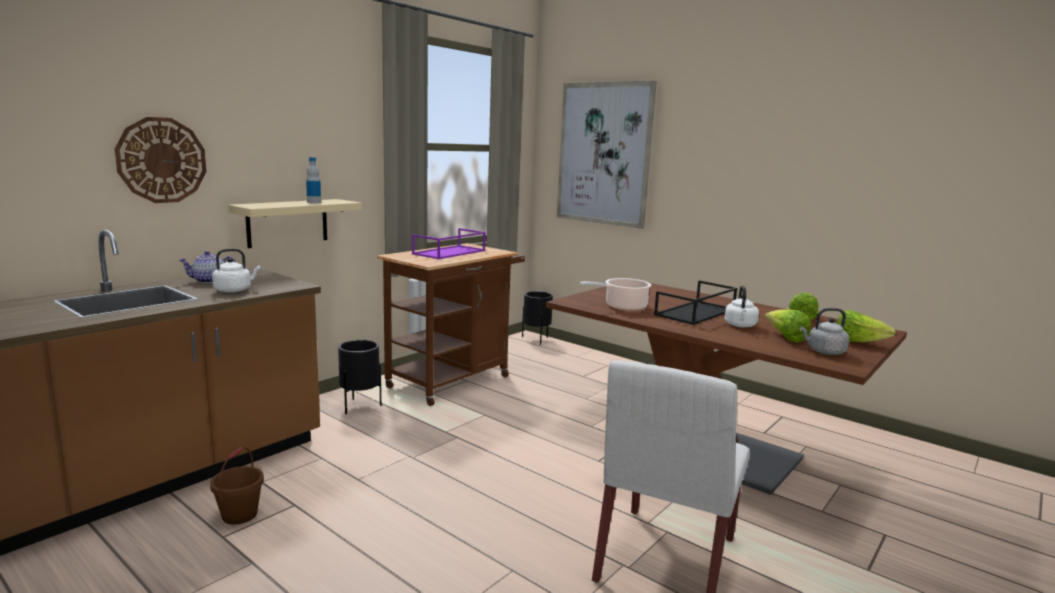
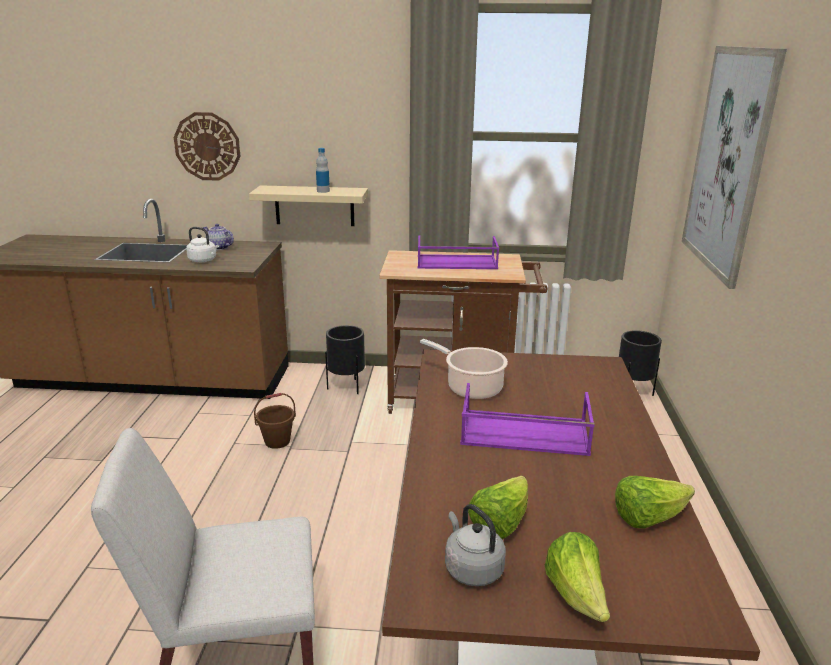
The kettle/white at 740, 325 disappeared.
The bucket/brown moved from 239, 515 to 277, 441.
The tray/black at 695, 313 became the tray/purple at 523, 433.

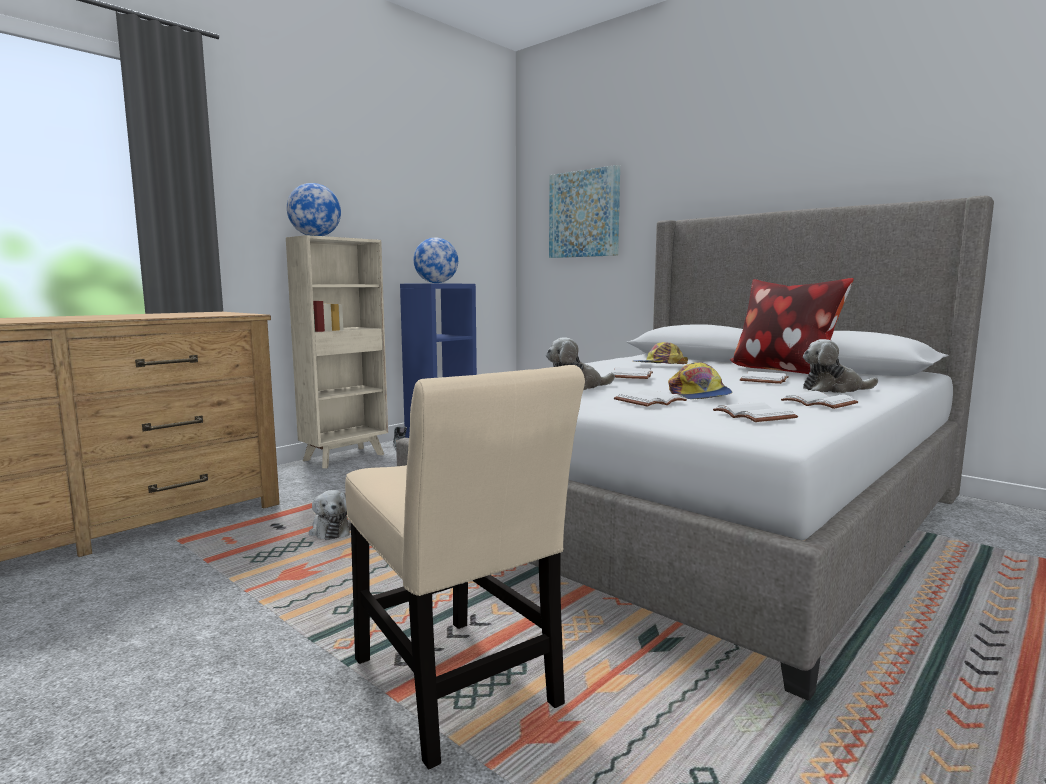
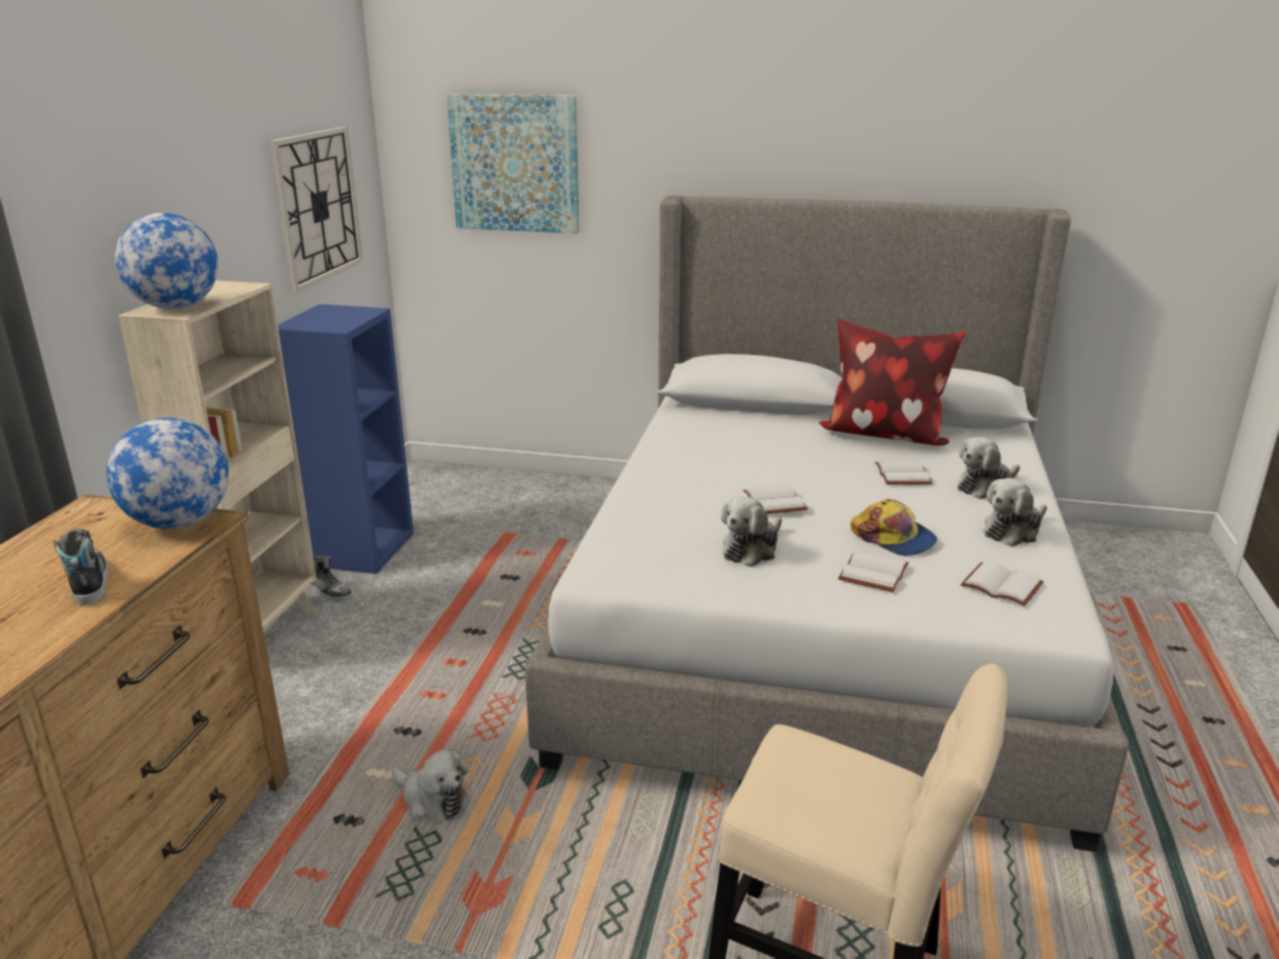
The cap at 658, 365 disappeared.
The shoe at 88, 582 appeared.
The wall clock at 317, 206 appeared.
The globe moved from 436, 283 to 179, 523.
The book/white at 820, 403 was replaced by the plush toy at 1013, 531.

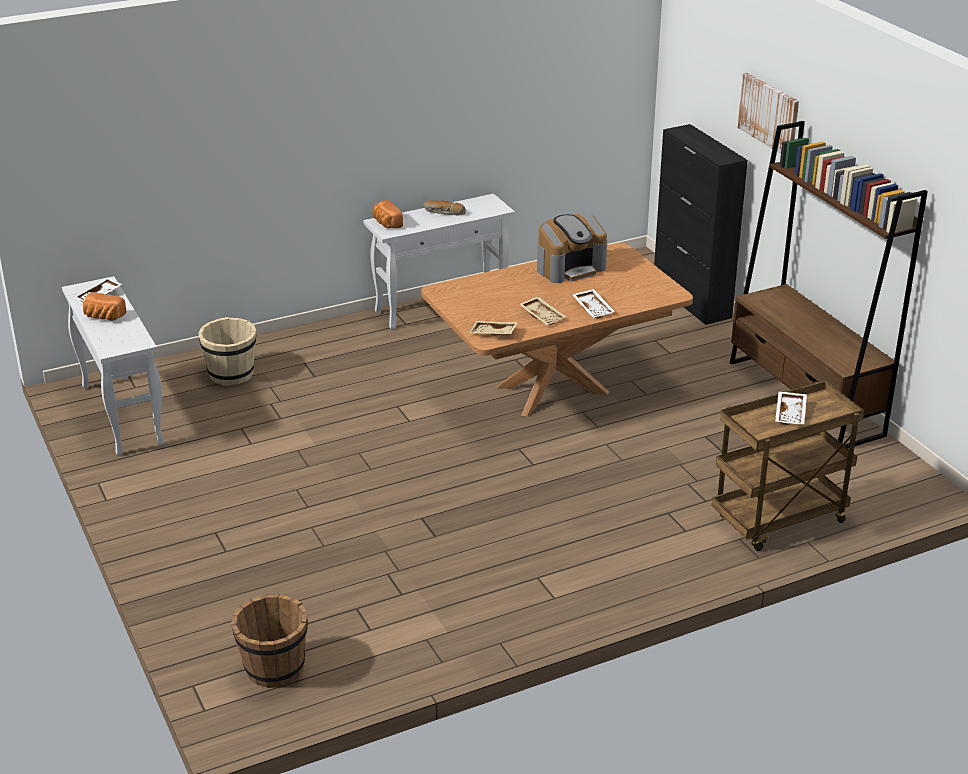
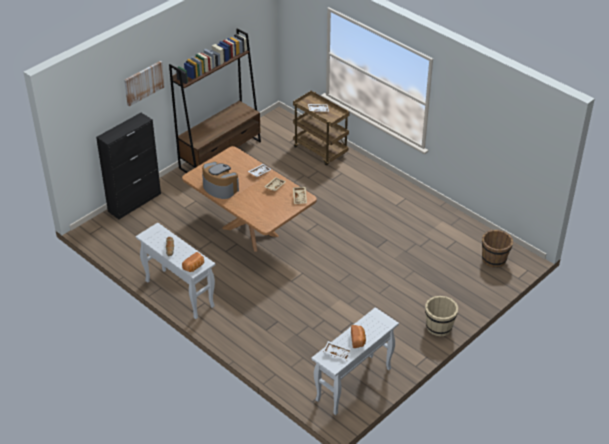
The bucket/beige moved from 231, 374 to 439, 327.

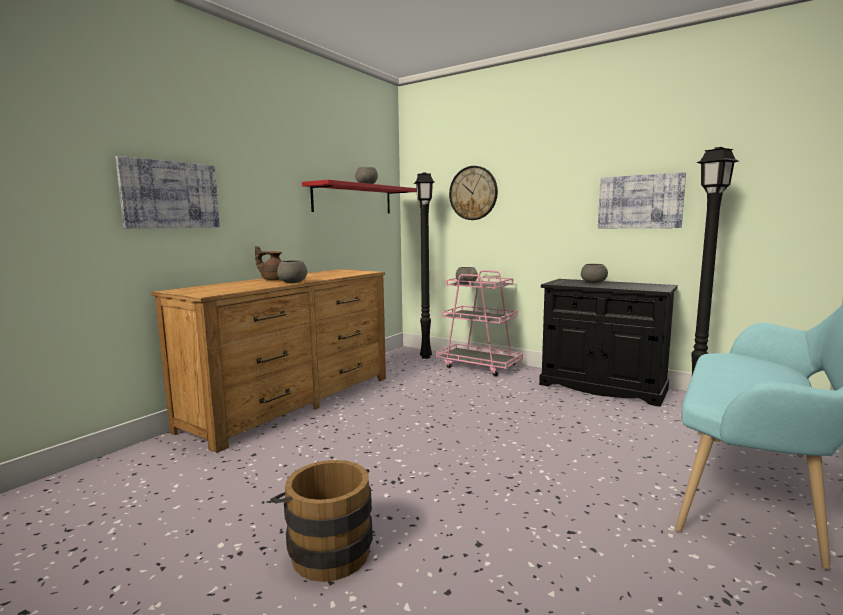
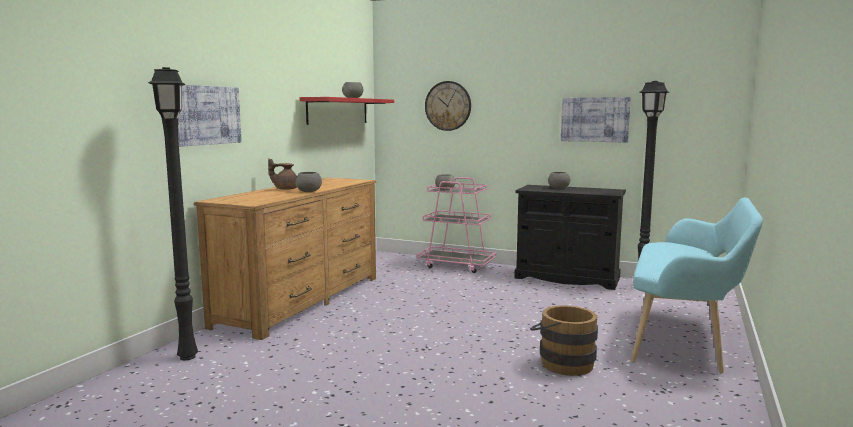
The bucket/brown moved from 327, 549 to 562, 363.
The floor lamp/black moved from 426, 357 to 189, 356.

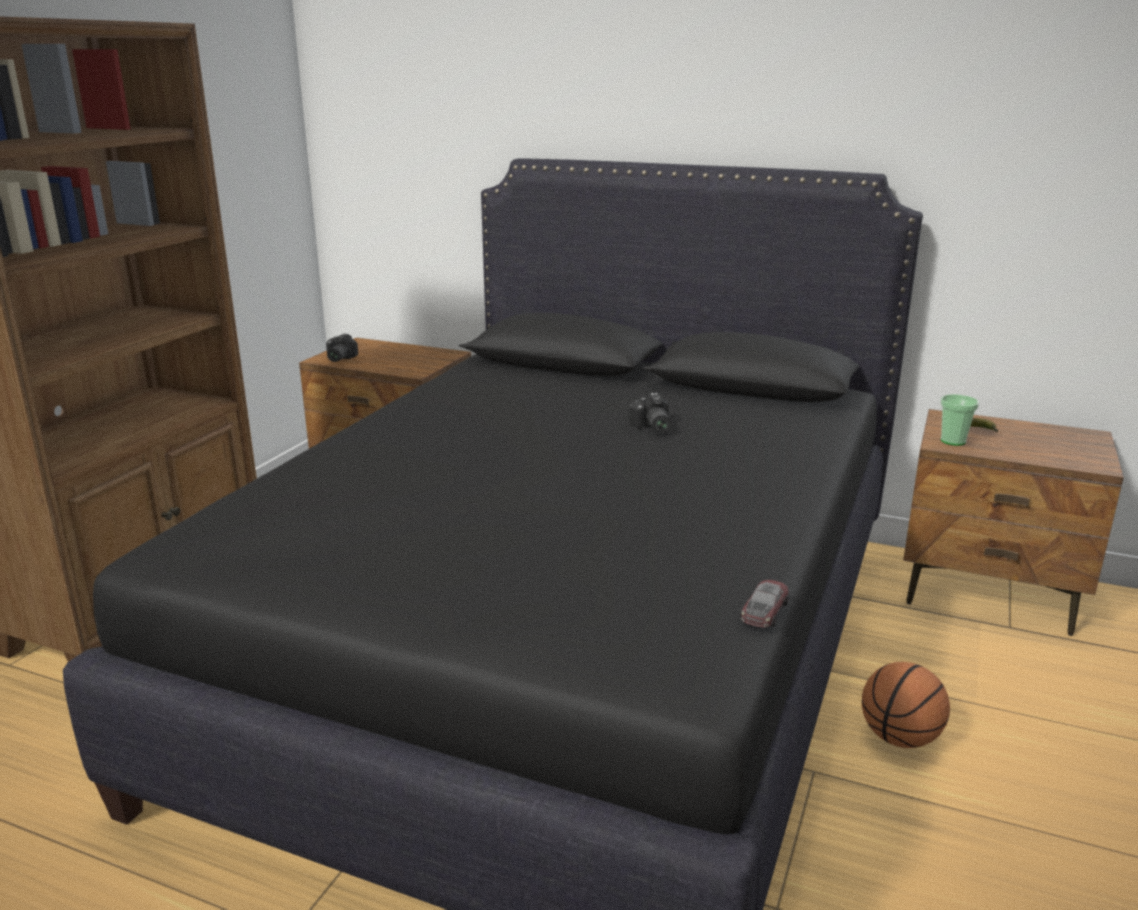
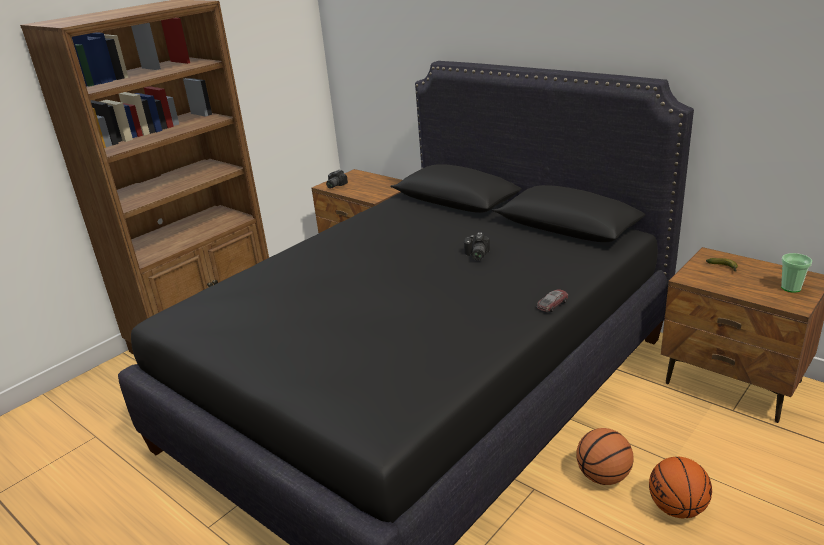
The basketball at 677, 508 appeared.
The toy car moved from 764, 610 to 552, 304.
The cup moved from 953, 441 to 791, 288.

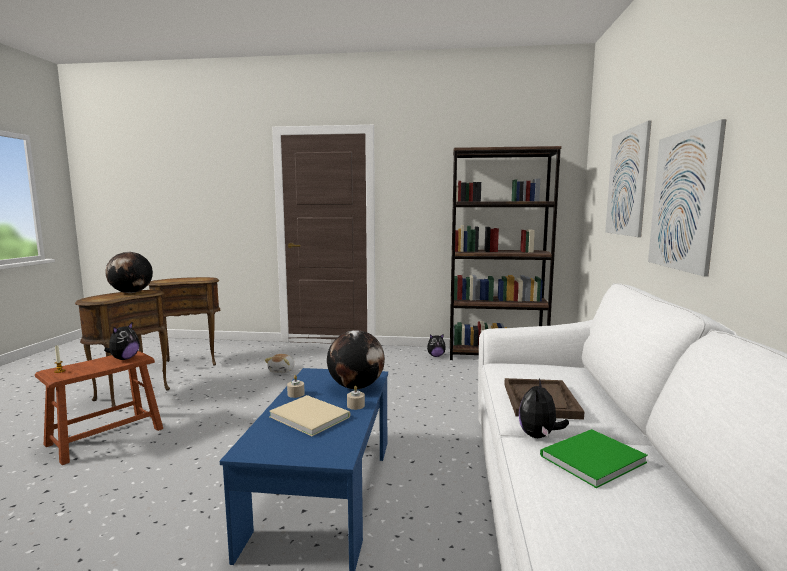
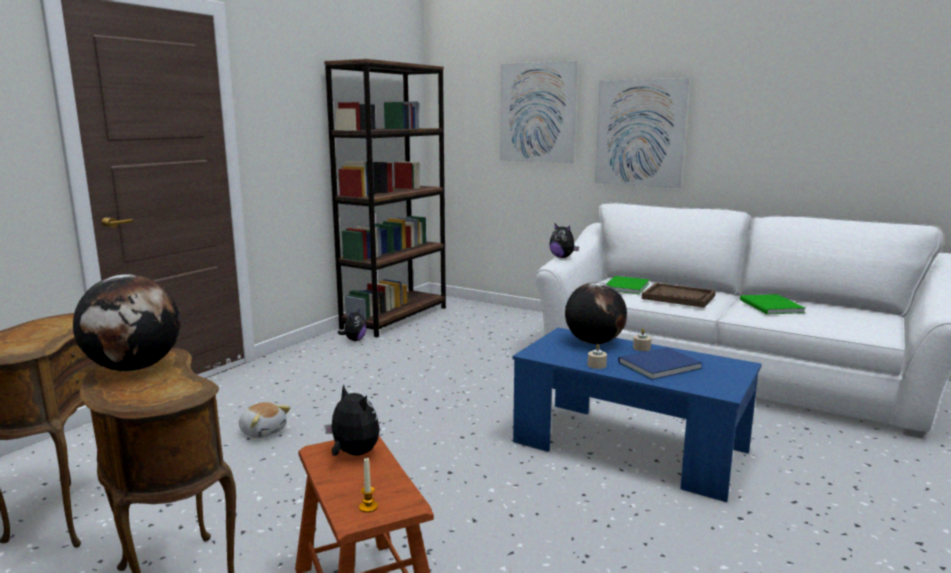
The book/green at 624, 287 appeared.
The plush toy moved from 539, 436 to 562, 257.
The book/beige at 309, 415 became the book/blue at 656, 365.

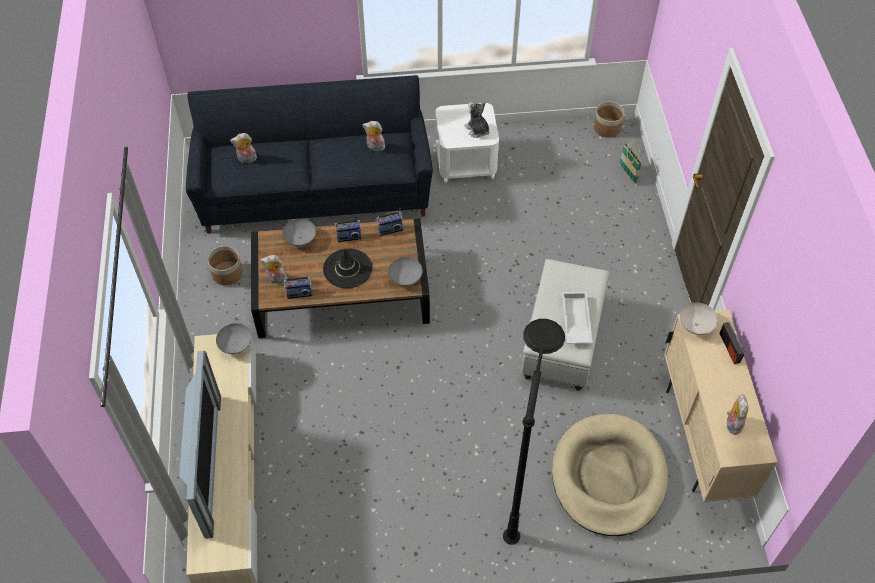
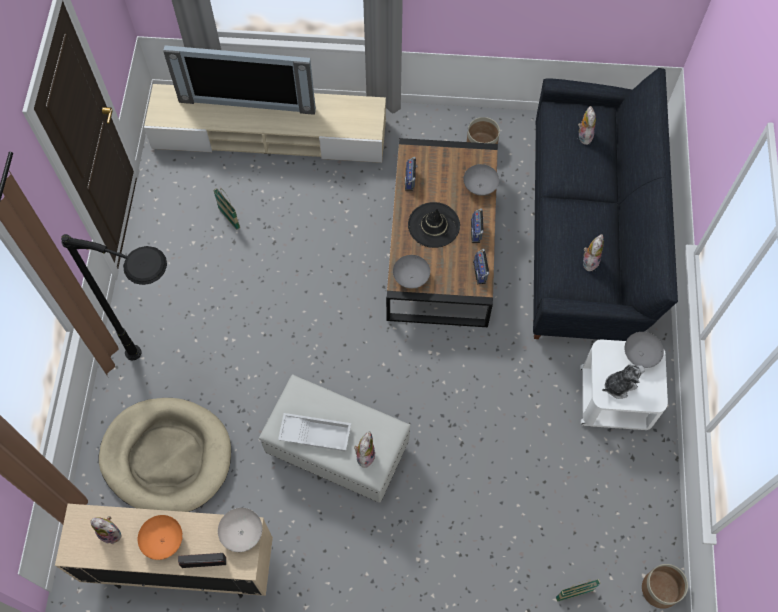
The bowl/orange at 164, 540 appeared.
The basket at 229, 219 appeared.
The bowl/grey moved from 235, 345 to 640, 354.
The plush toy moved from 276, 279 to 364, 455.

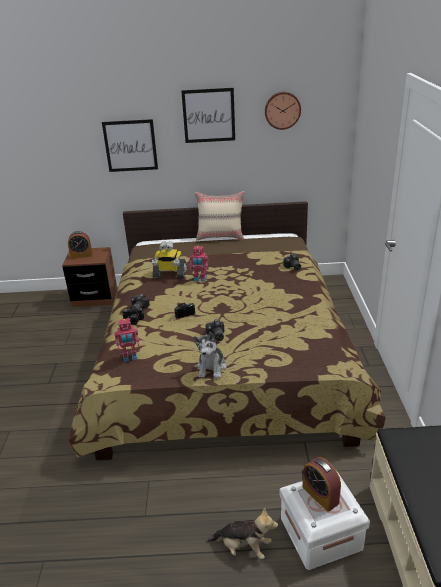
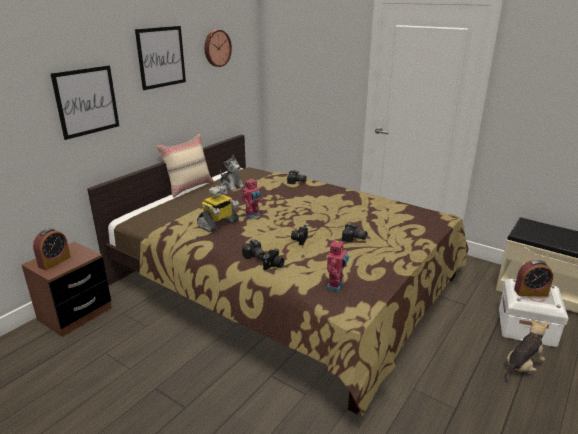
The plush toy moved from 211, 367 to 231, 186.

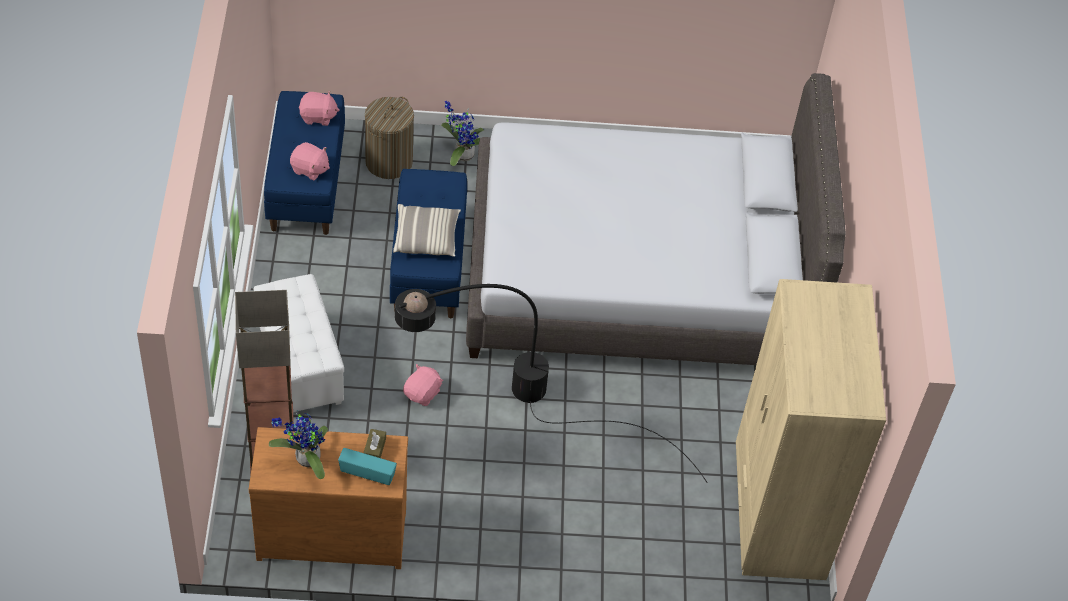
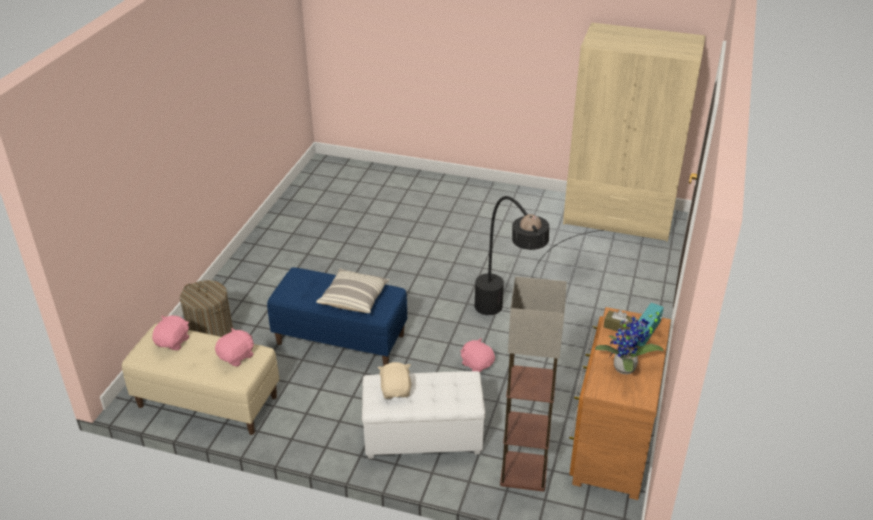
The potted plant at 461, 154 disappeared.
The bed/grey at 637, 277 disappeared.
The plush toy/beige at 396, 390 appeared.
The bench/blue at 306, 183 became the bench/beige at 207, 402.

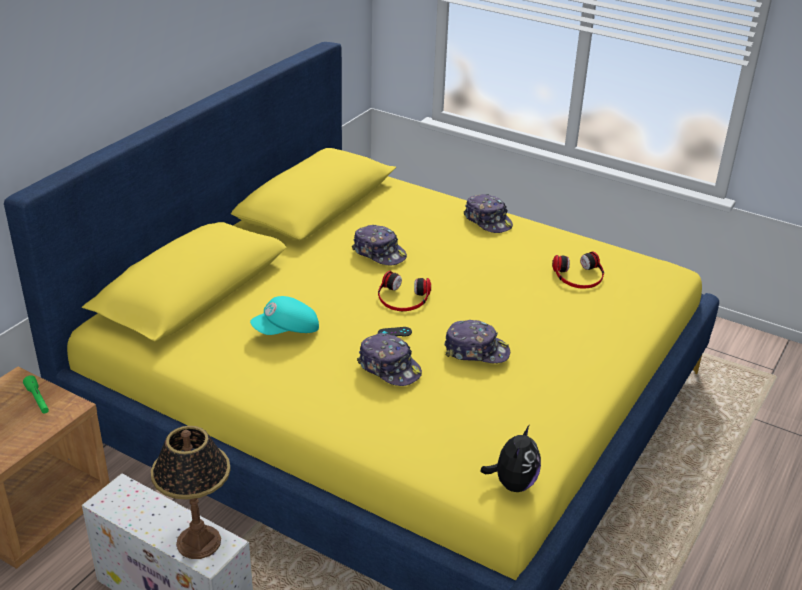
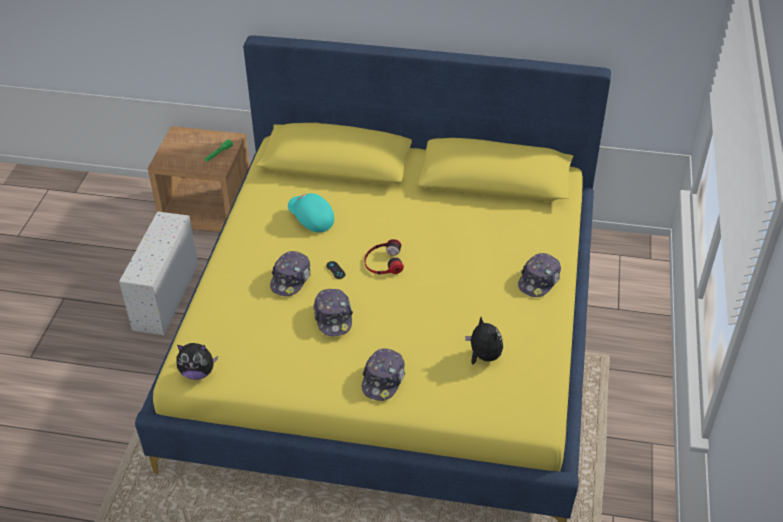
The table lamp at 198, 541 disappeared.
The cap moved from 379, 253 to 383, 379.
The headphones at 579, 276 was replaced by the plush toy at 483, 356.

